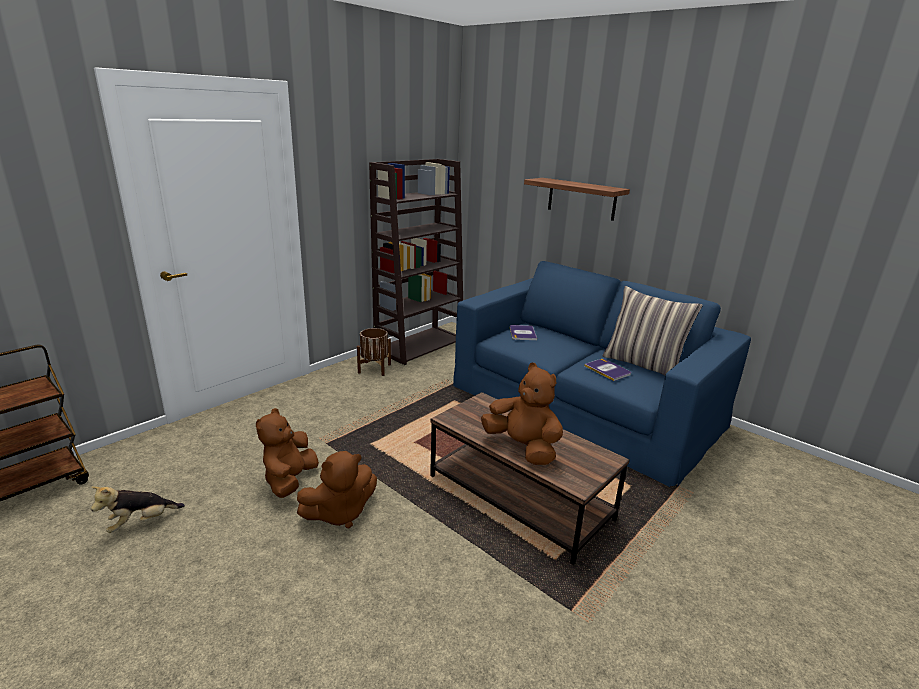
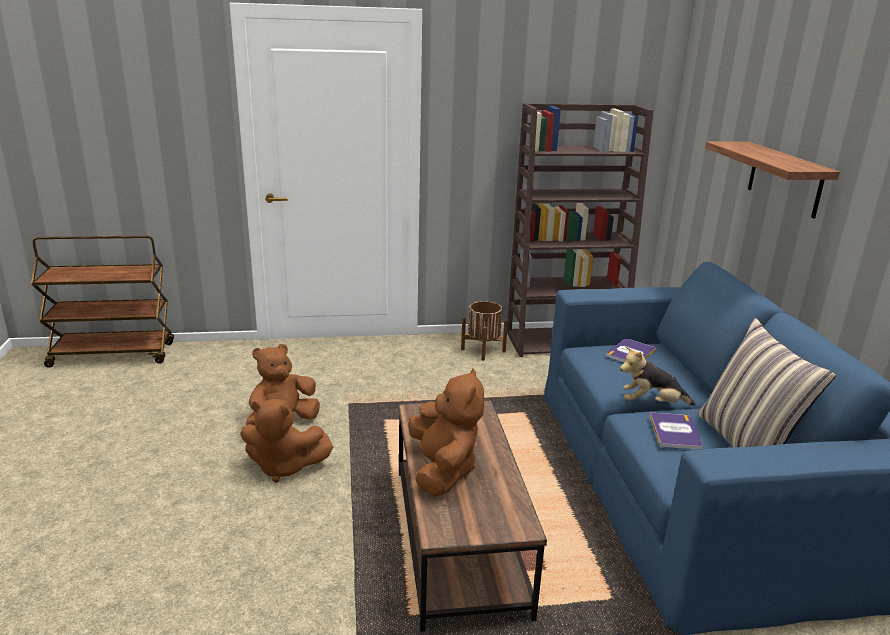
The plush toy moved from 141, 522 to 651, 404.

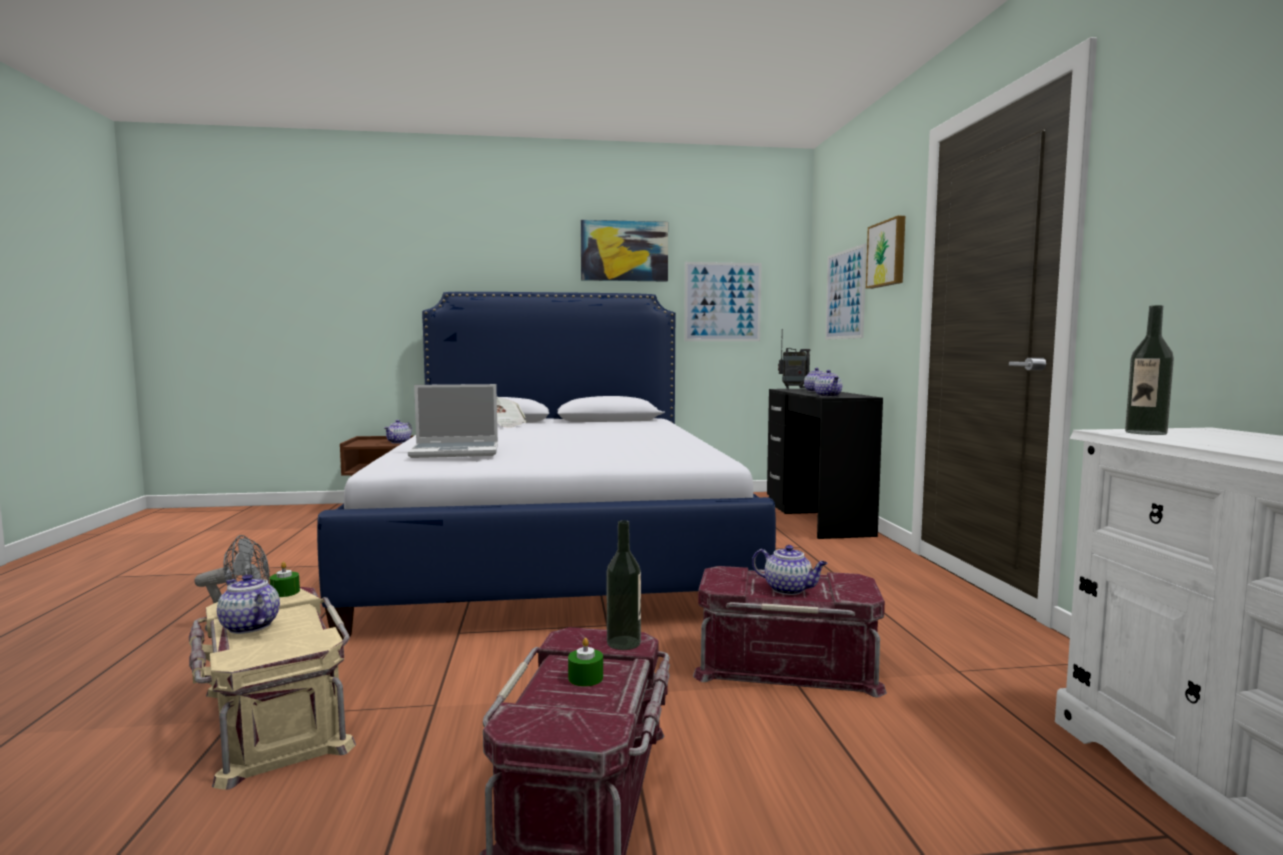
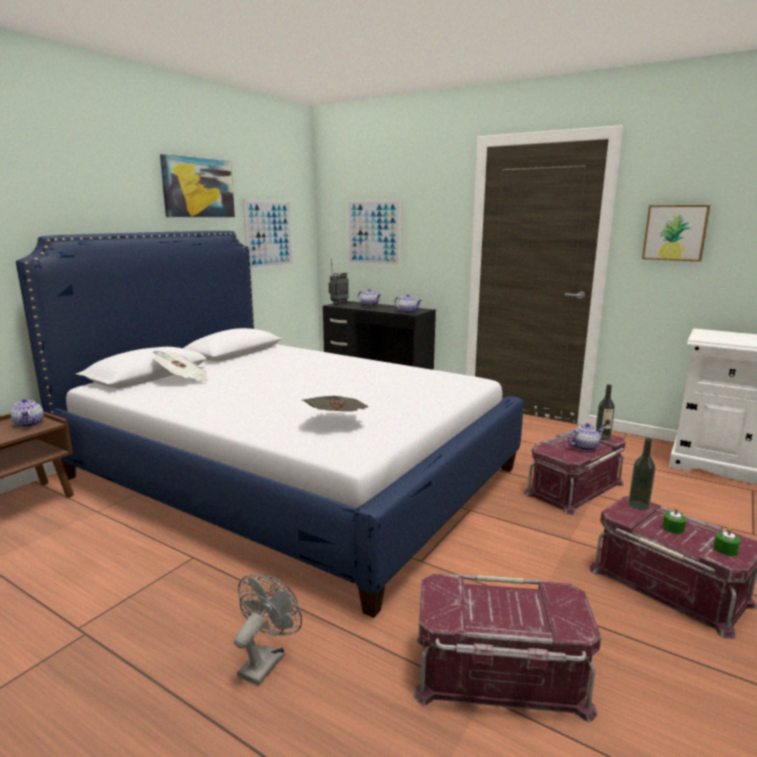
The teapot at 248, 626 disappeared.
The candle/green moved from 285, 592 to 725, 549.
The picture moved from 888, 254 to 675, 232.
The bottle moved from 1145, 433 to 602, 437.
The laptop at 456, 452 was replaced by the newspaper at 337, 421.
The storage box/beige at 272, 719 became the storage box/red at 499, 676.

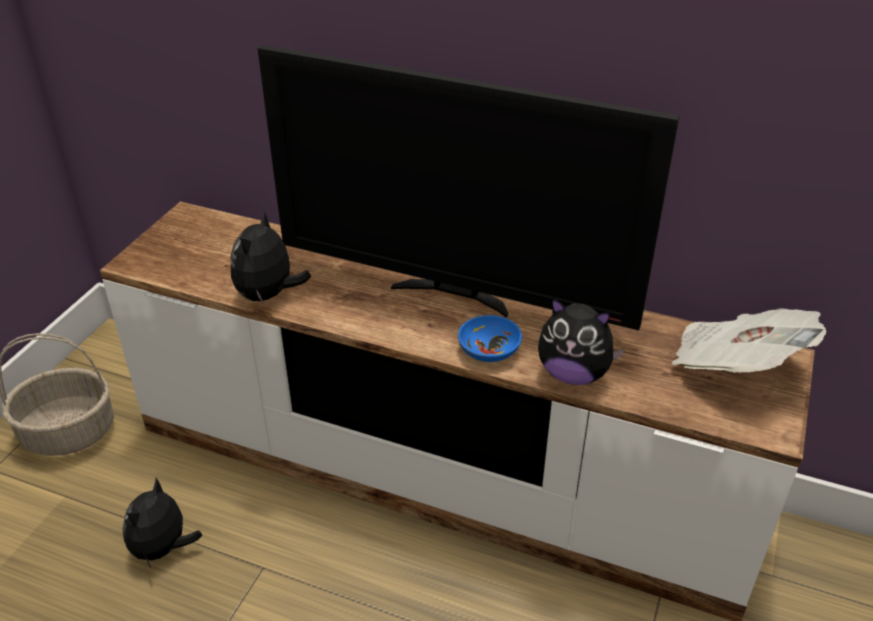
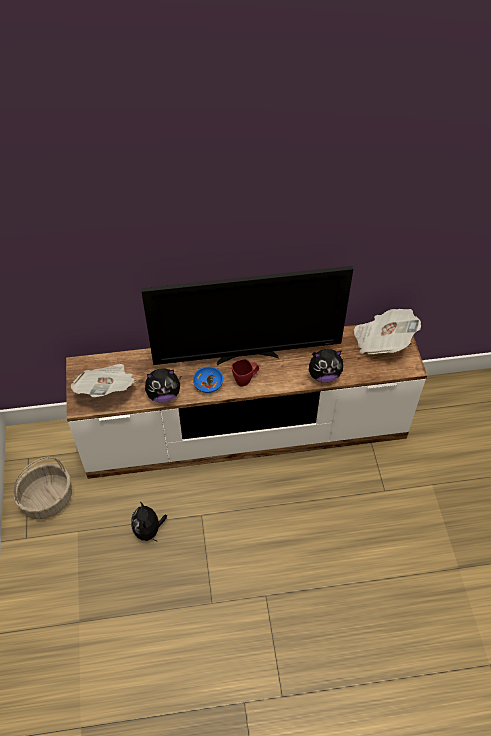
The newspaper at 107, 389 appeared.
The mug/red at 246, 380 appeared.
The bowl/blue moved from 488, 349 to 208, 384.
The plush toy at 268, 295 turned 90 degrees counterclockwise.

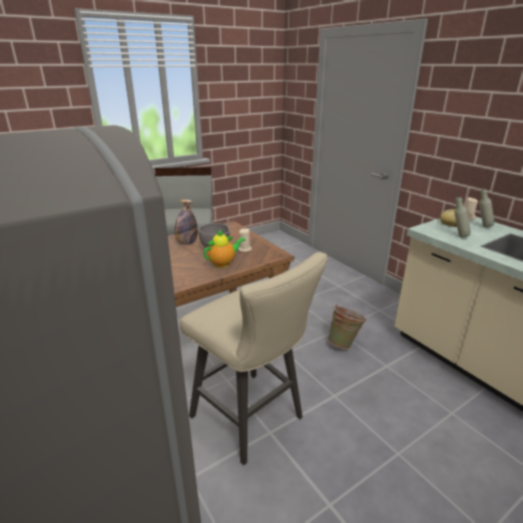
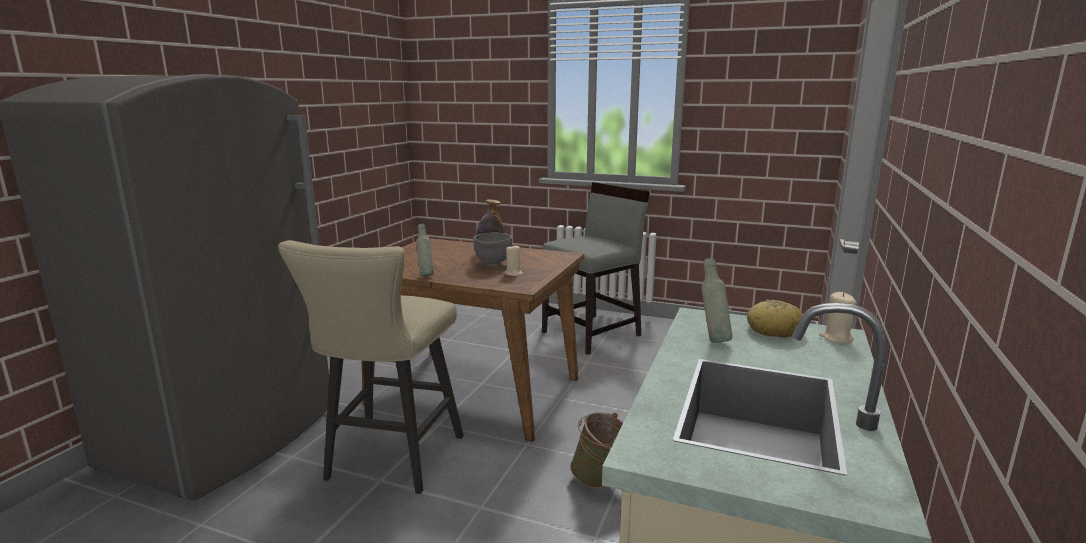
The teapot at 223, 263 disappeared.
The bottle/grey moved from 482, 226 to 425, 275.

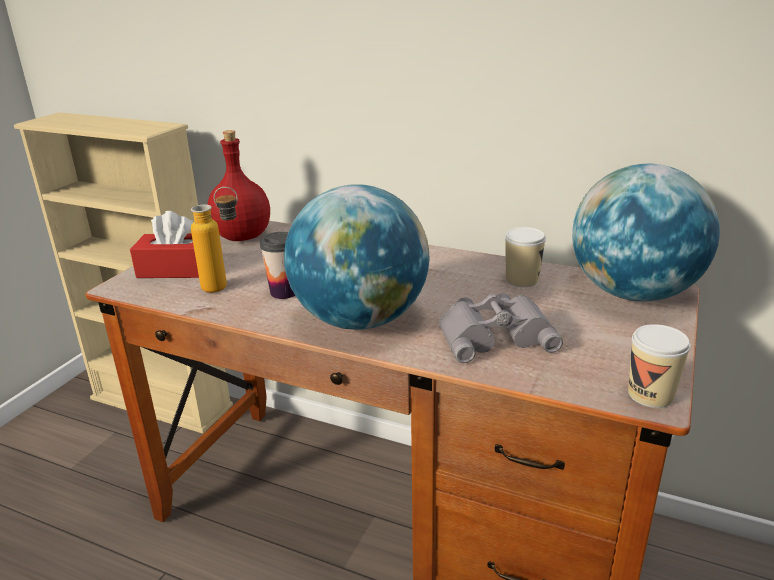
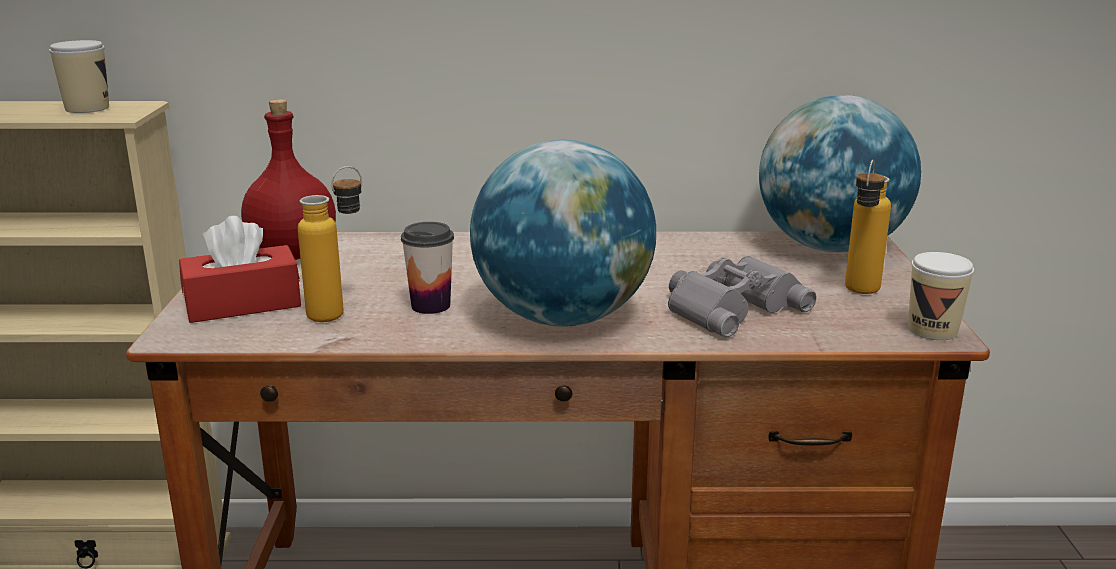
The bottle at 859, 293 appeared.
The cup moved from 522, 280 to 87, 108.

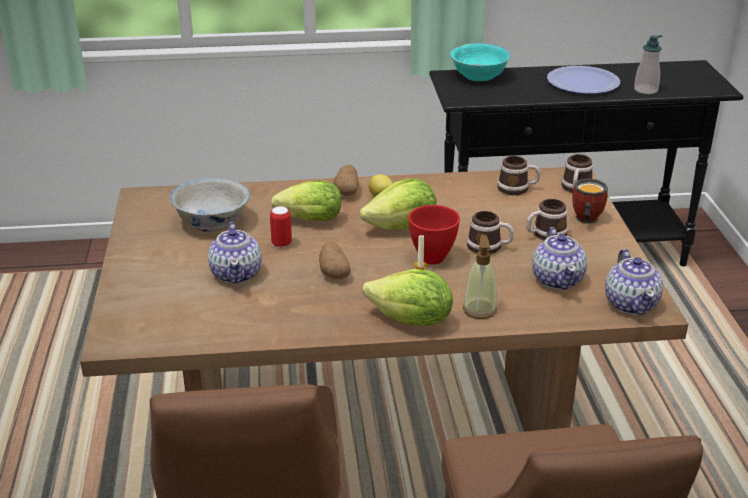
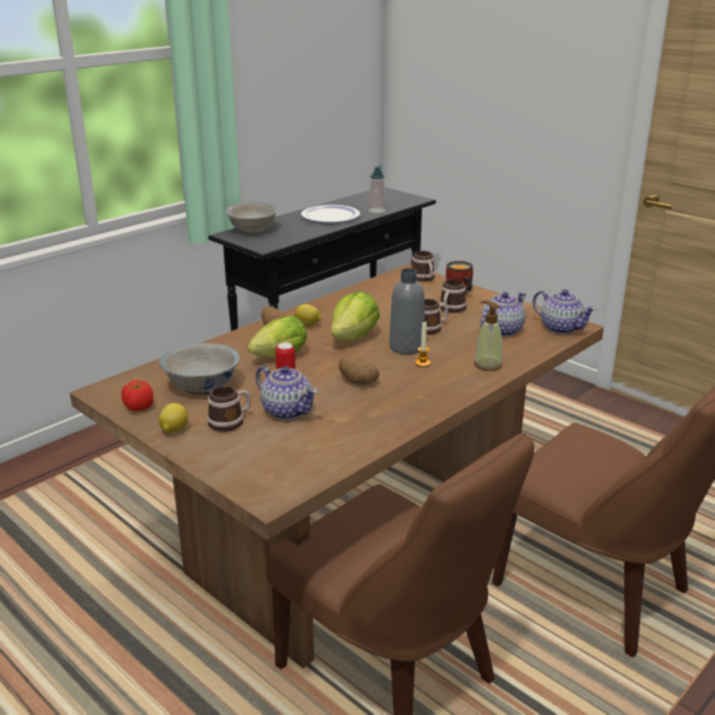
The lettuce at 411, 321 disappeared.
The tomato at 139, 407 appeared.
The lemon at 173, 430 appeared.
The mug moved from 517, 189 to 230, 421.
The bowl/red at 432, 257 was replaced by the bottle/grey at 406, 347.
The bowl/turquoise at 479, 76 became the bowl/white at 253, 229.
The teapot at 558, 279 turned 90 degrees counterclockwise.

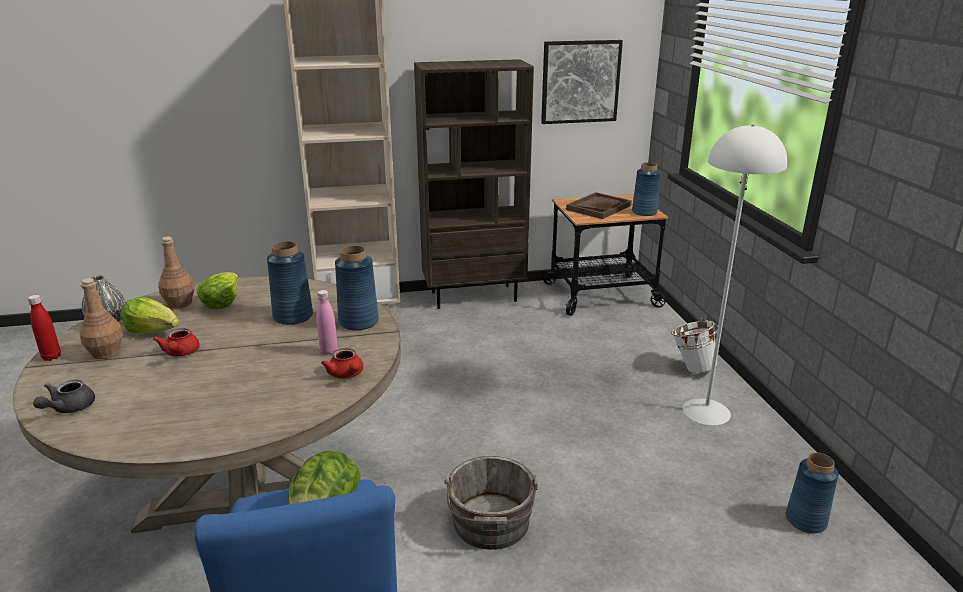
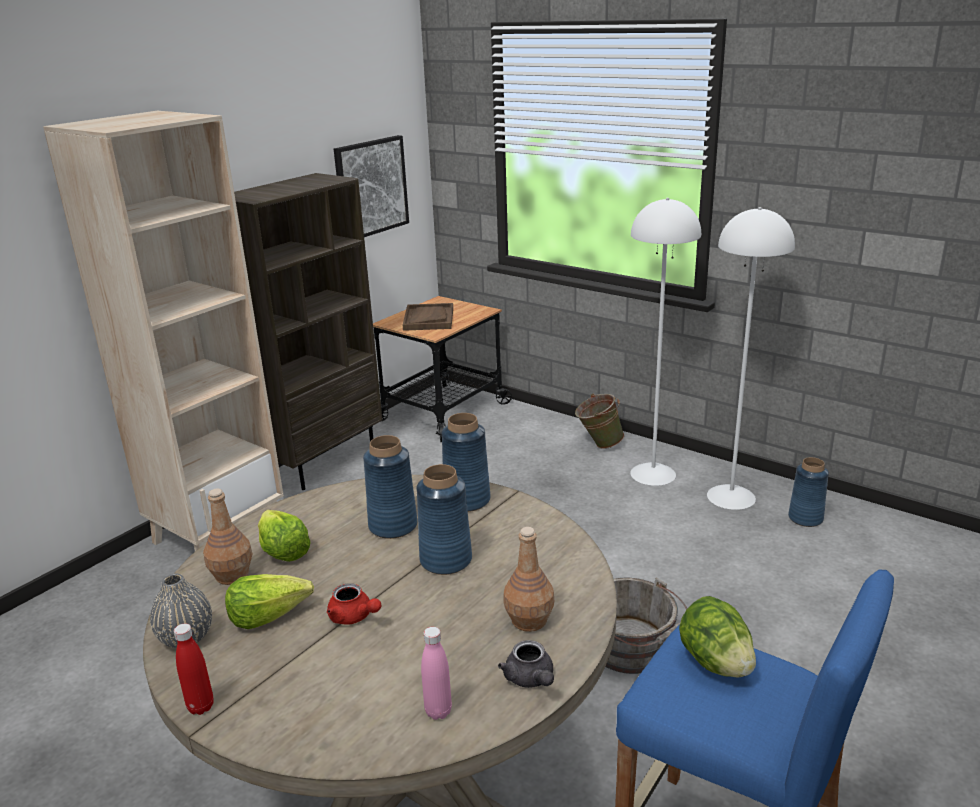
The teapot/red at 347, 375 disappeared.
The floor lamp/white at 730, 497 appeared.
The teapot/grey moved from 68, 408 to 530, 679.
The bottle/brown moved from 106, 352 to 529, 620.
The bottle/pink moved from 329, 351 to 438, 711.
The vase/blue moved from 644, 212 to 446, 560.
The bucket/white at 691, 368 became the bucket/green at 598, 445.

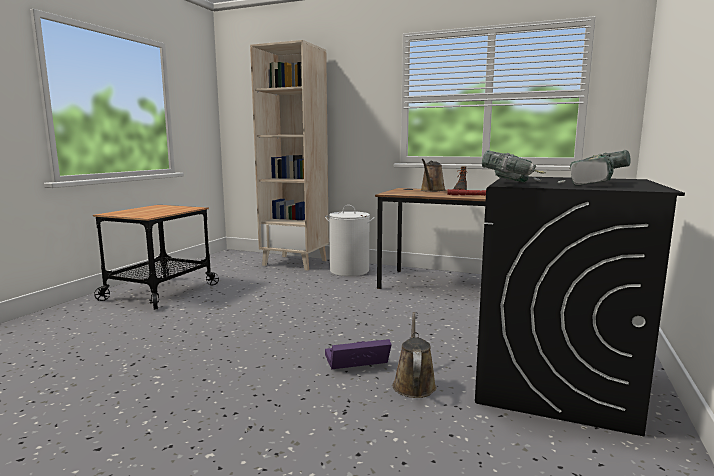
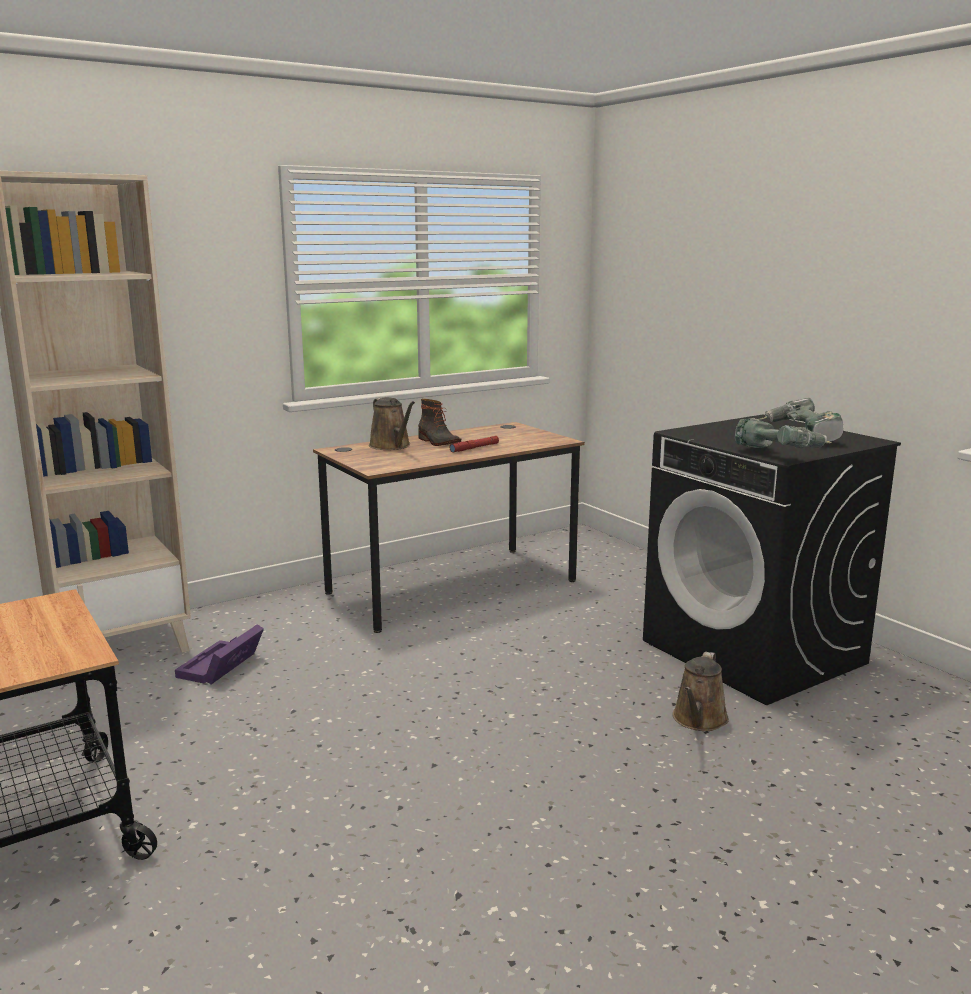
The laundry basket/white at 349, 271 disappeared.
The storage box/purple moved from 355, 361 to 220, 667.
The watering can/brown at 414, 384 turned 105 degrees counterclockwise.

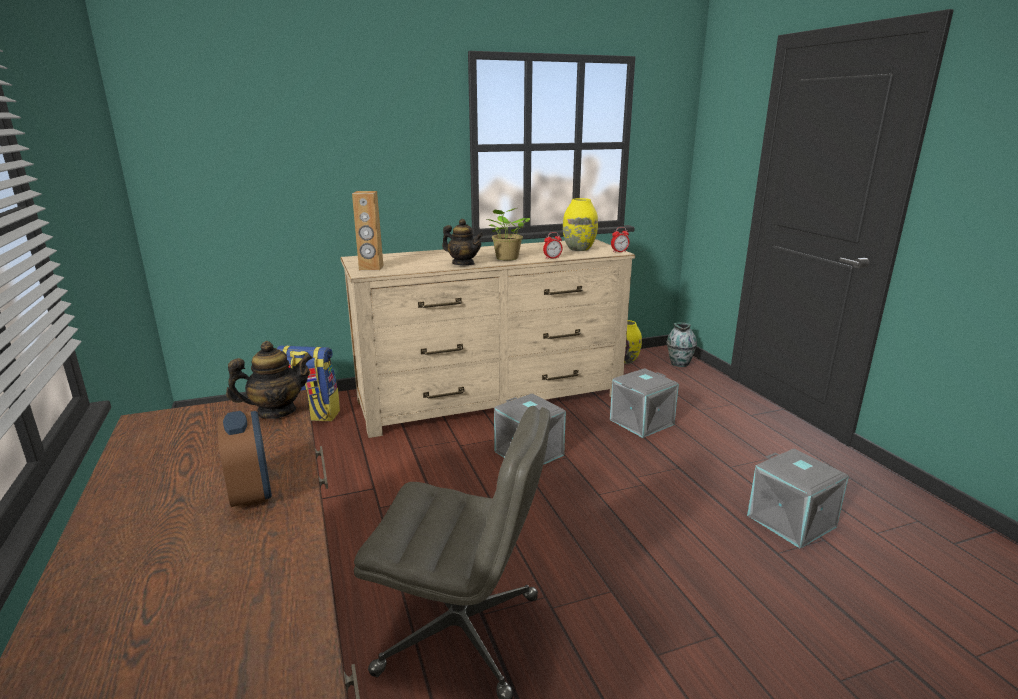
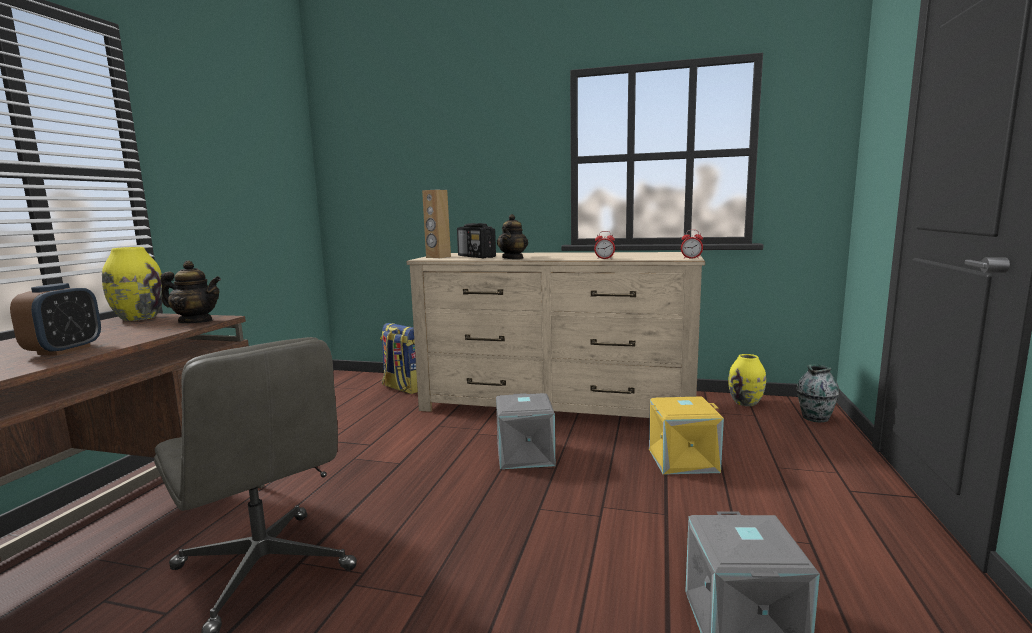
The potted plant at 506, 258 disappeared.
The radio at 476, 257 appeared.
The vase/yellow moved from 578, 249 to 139, 318.
The storage box/grey at 642, 422 became the storage box/yellow at 682, 461.
The teapot at 463, 264 turned 45 degrees clockwise.

